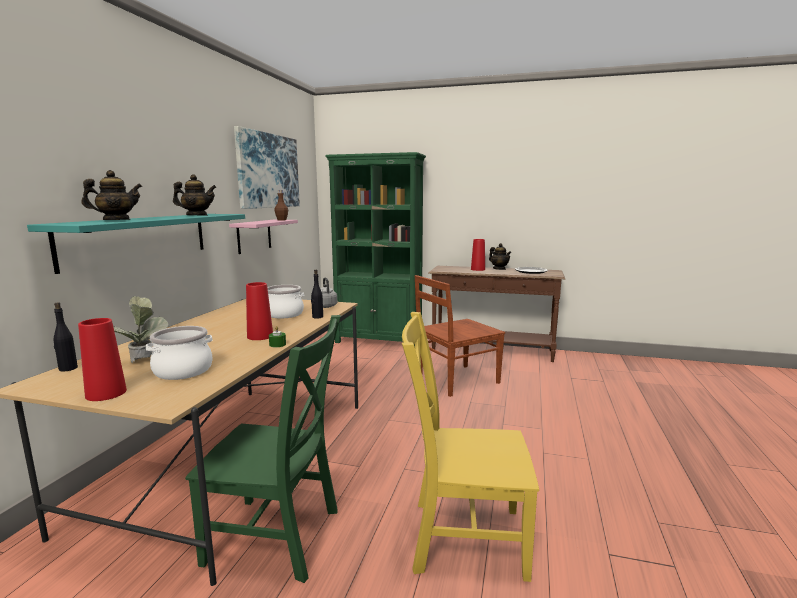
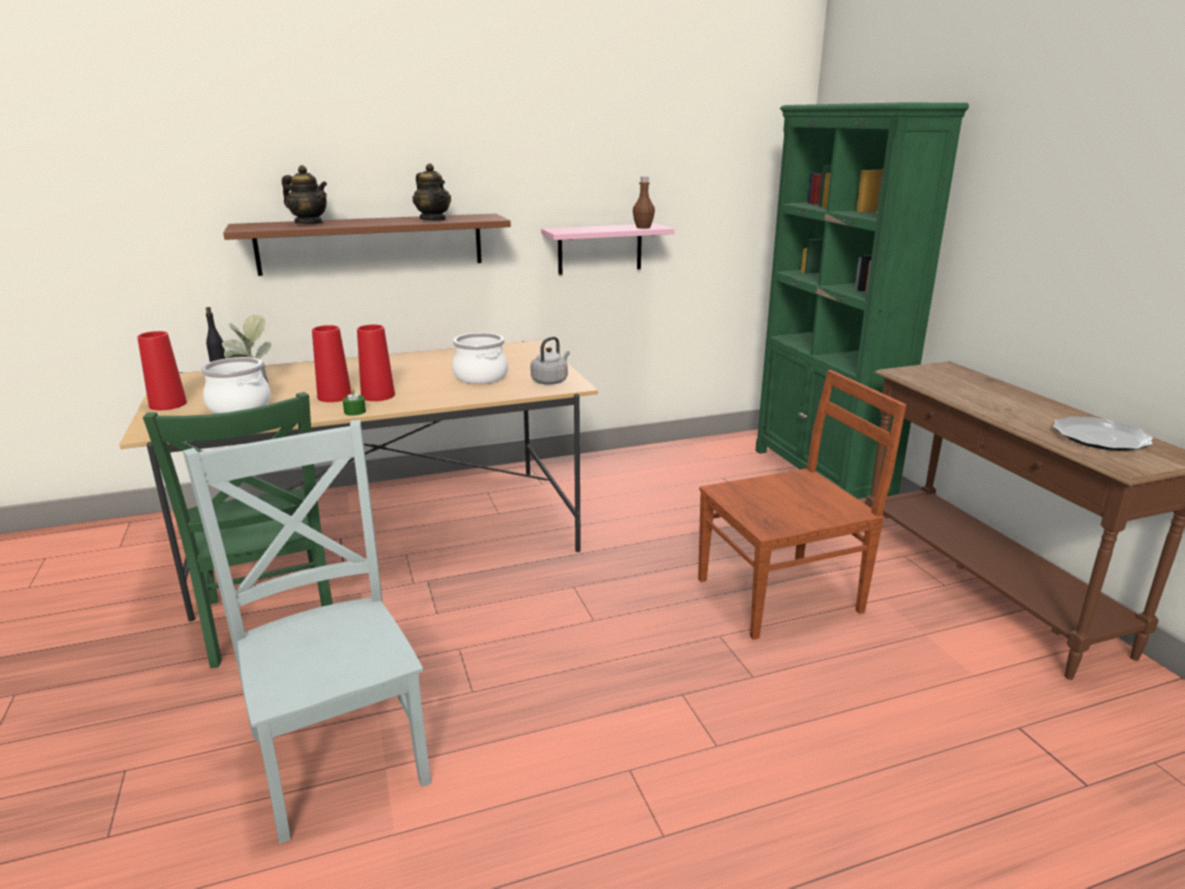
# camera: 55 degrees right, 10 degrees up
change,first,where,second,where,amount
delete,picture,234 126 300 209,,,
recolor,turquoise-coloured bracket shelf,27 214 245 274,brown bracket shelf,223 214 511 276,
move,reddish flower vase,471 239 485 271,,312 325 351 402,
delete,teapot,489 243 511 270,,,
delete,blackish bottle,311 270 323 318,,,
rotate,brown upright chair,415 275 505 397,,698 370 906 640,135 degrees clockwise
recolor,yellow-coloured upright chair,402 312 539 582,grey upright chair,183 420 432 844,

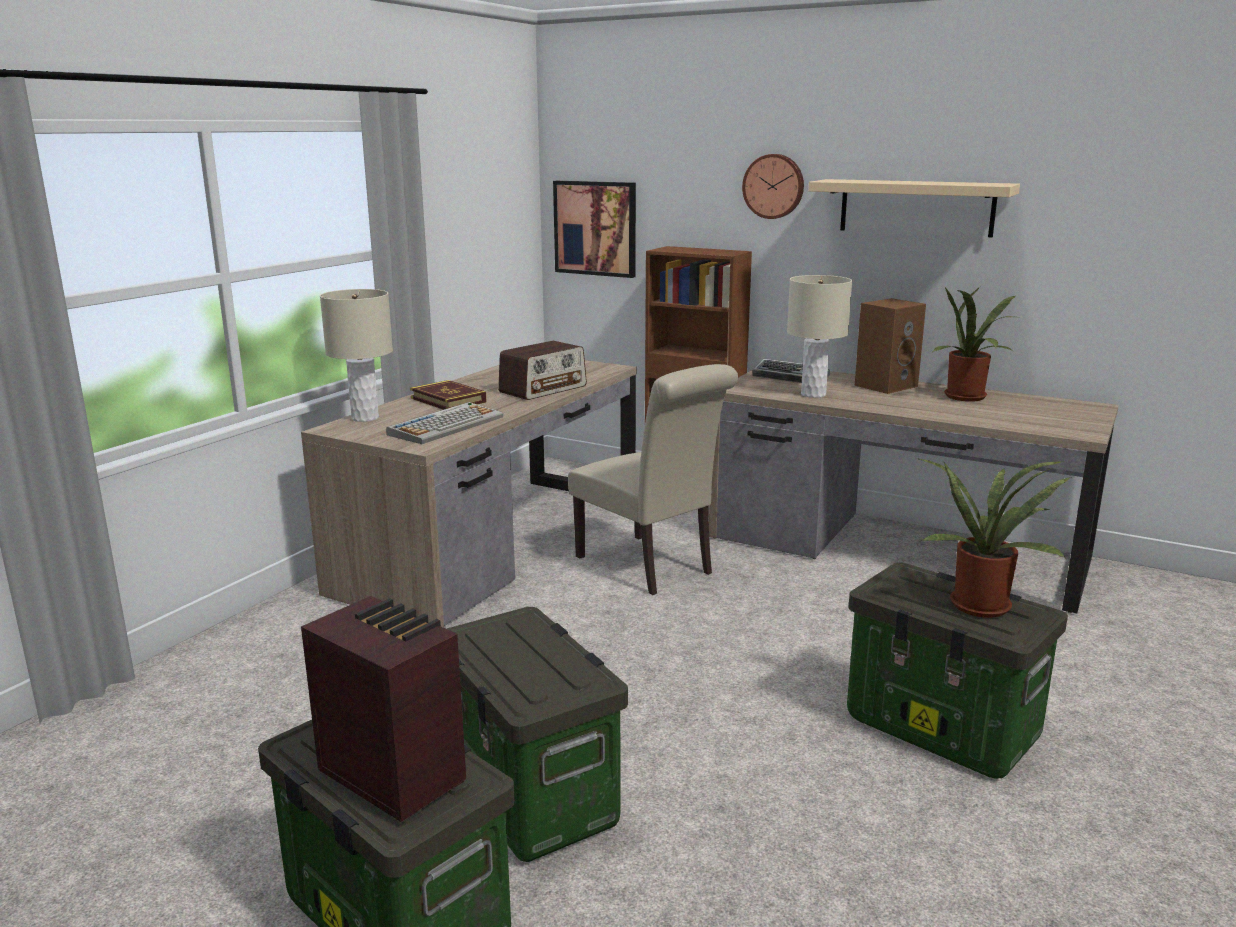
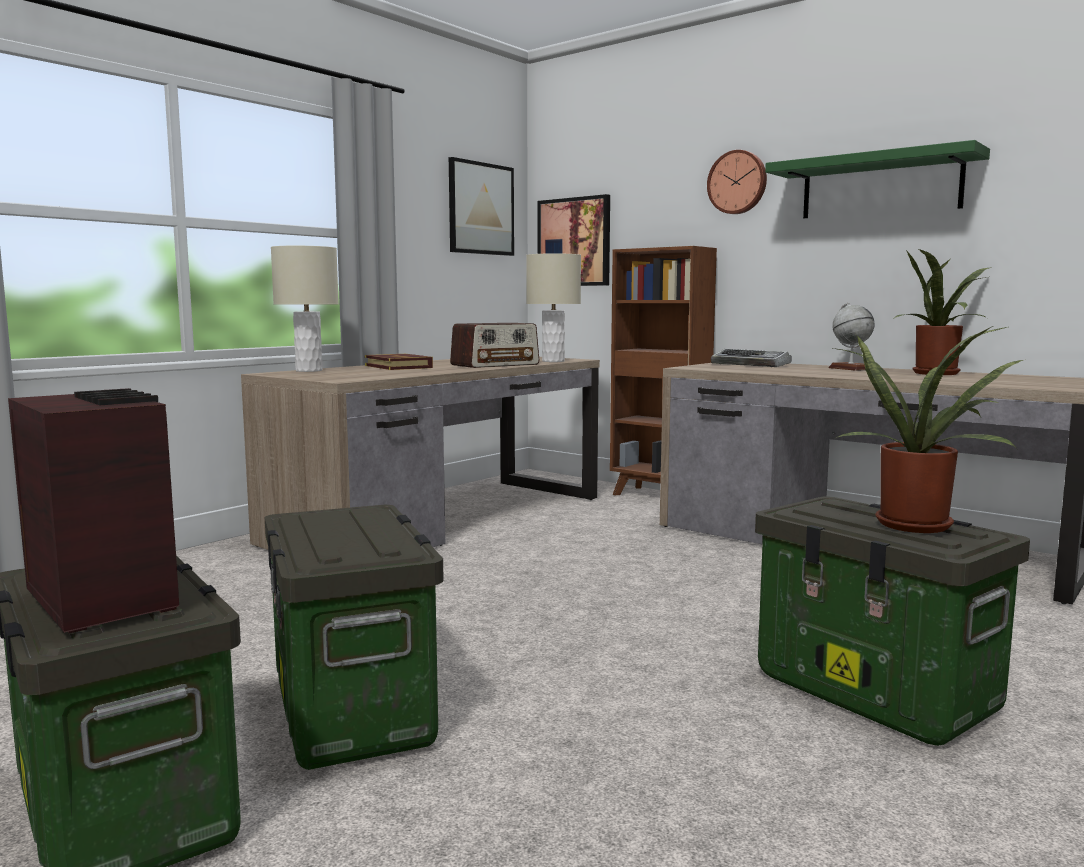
# camera: 10 degrees right, 10 degrees down
change,first,where,second,where,amount
recolor,beige bracket shelf,808 179 1020 237,green bracket shelf,765 140 990 218,
move,beige lamp for a table,787 275 852 398,,526 253 581 362,
replace,brown audio speaker,855 298 926 394,globe,829 303 875 371,
delete,beige upright chair,568 364 738 595,,,
delete,keyboard,386 402 503 444,,,
insert,,,picture,449 157 514 256,

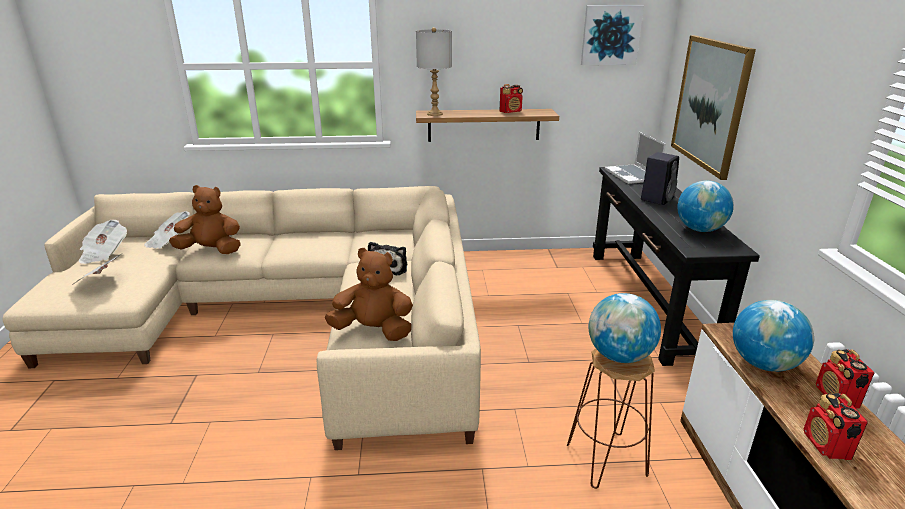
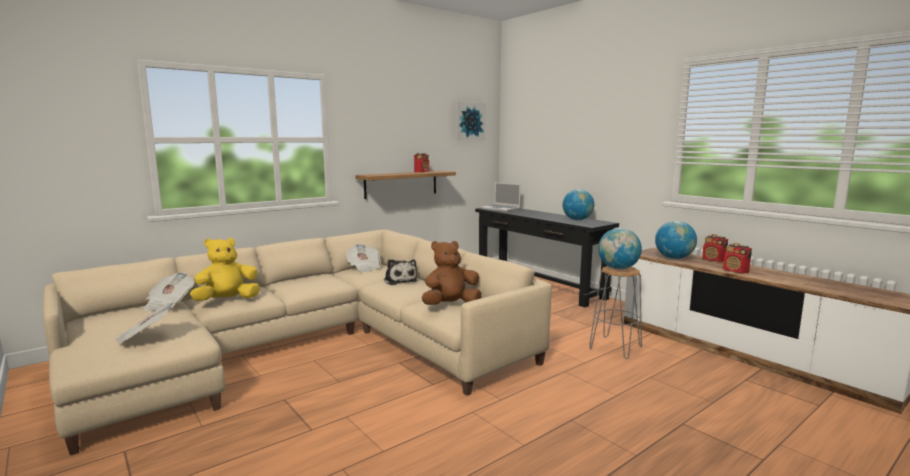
# camera: 35 degrees left, 15 degrees down
change,first,where,second,where,amount
delete,grey lamp for a table,416 27 452 116,,,
delete,picture,671 35 756 180,,,
delete,blackish audio speaker,641 152 679 205,,,
recolor,brown cuddly toy,169 185 241 254,yellow-coloured cuddly toy,190 238 260 301,
move,newspaper,79 220 127 264,,346 244 381 273,
recolor,brown stool,567 349 655 489,grey stool,589 266 642 359,

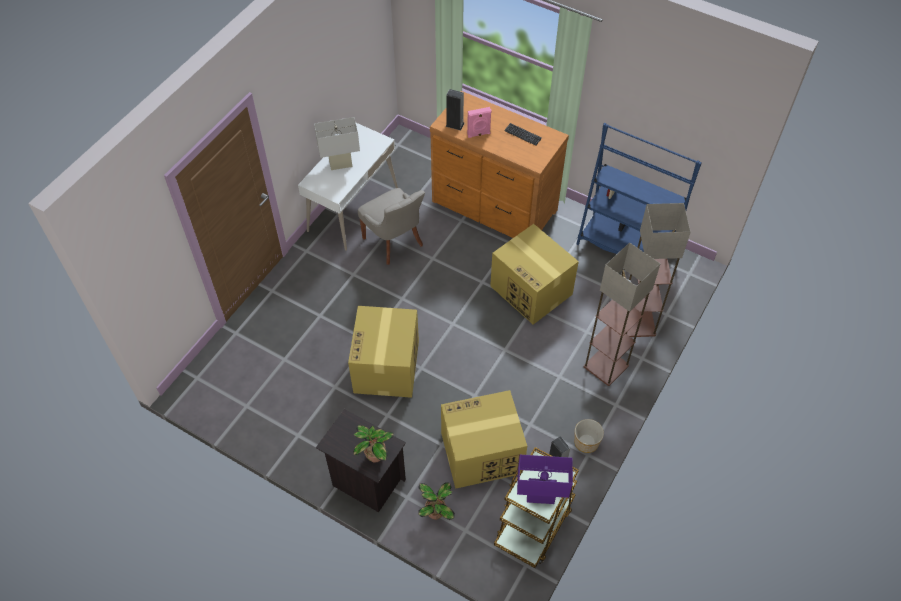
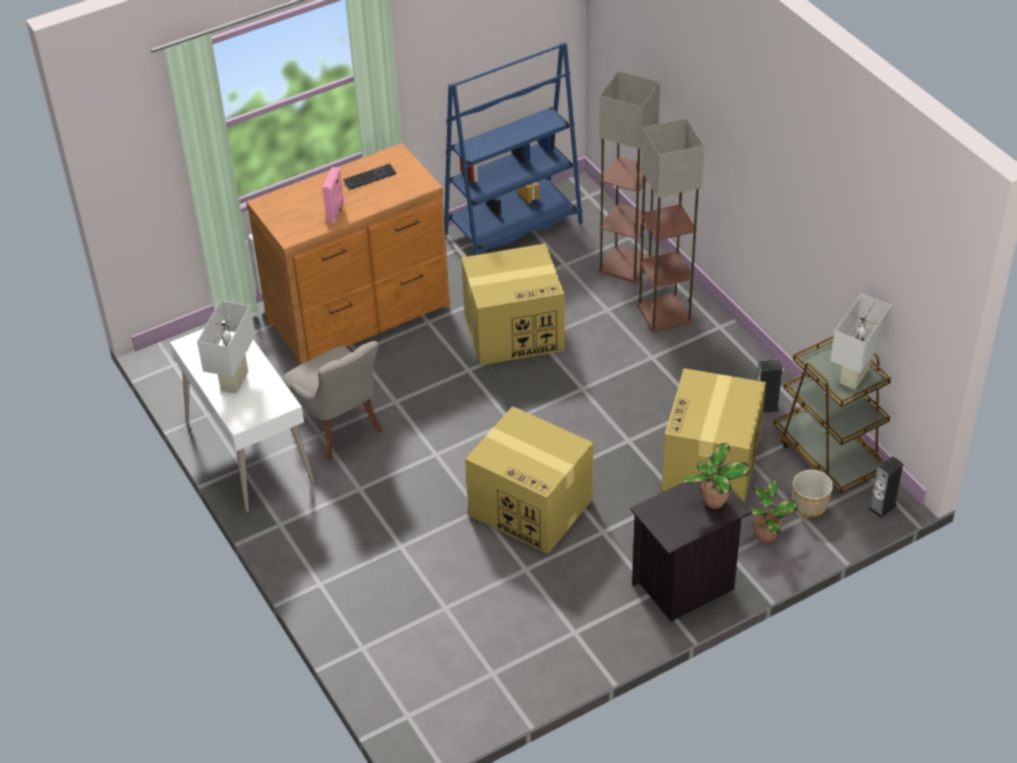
# camera: 60 degrees left, 10 degrees down
change,first,where,second,where,amount
move,audio speaker,445 89 464 131,,869 456 903 518,
rotate,grey upright chair,358 188 425 265,,282 341 383 460,60 degrees clockwise
move,planter,574 419 604 453,,793 470 833 517,
recolor,purplish lamp for a table,517 455 573 504,white lamp for a table,830 294 892 389,

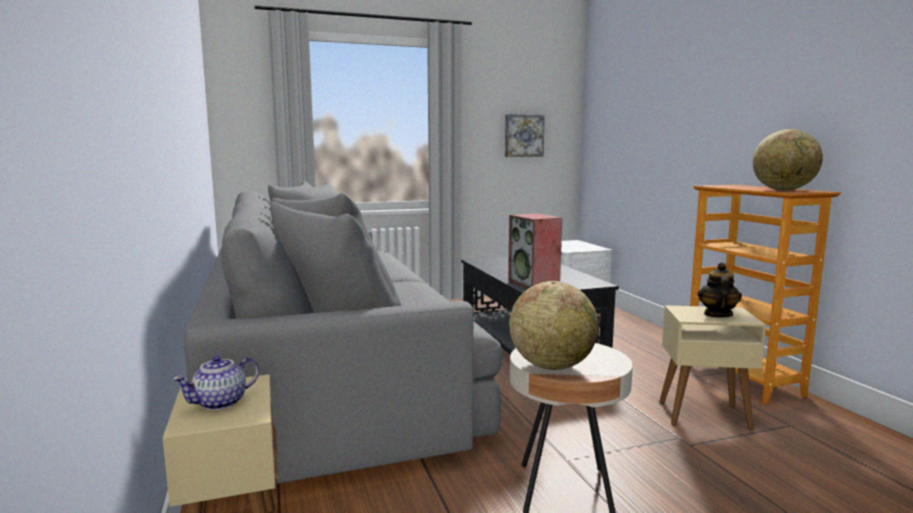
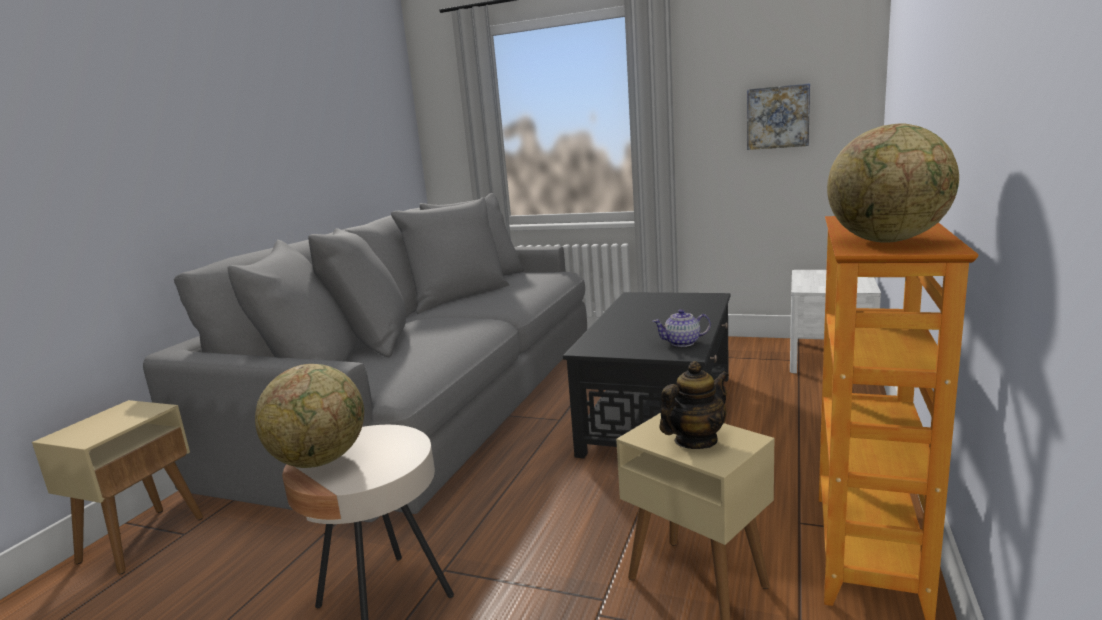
# camera: 40 degrees right, 5 degrees up
change,first,where,second,where,amount
delete,audio speaker,508 213 562 289,,,
move,teapot,173 355 259 410,,652 309 711 347,

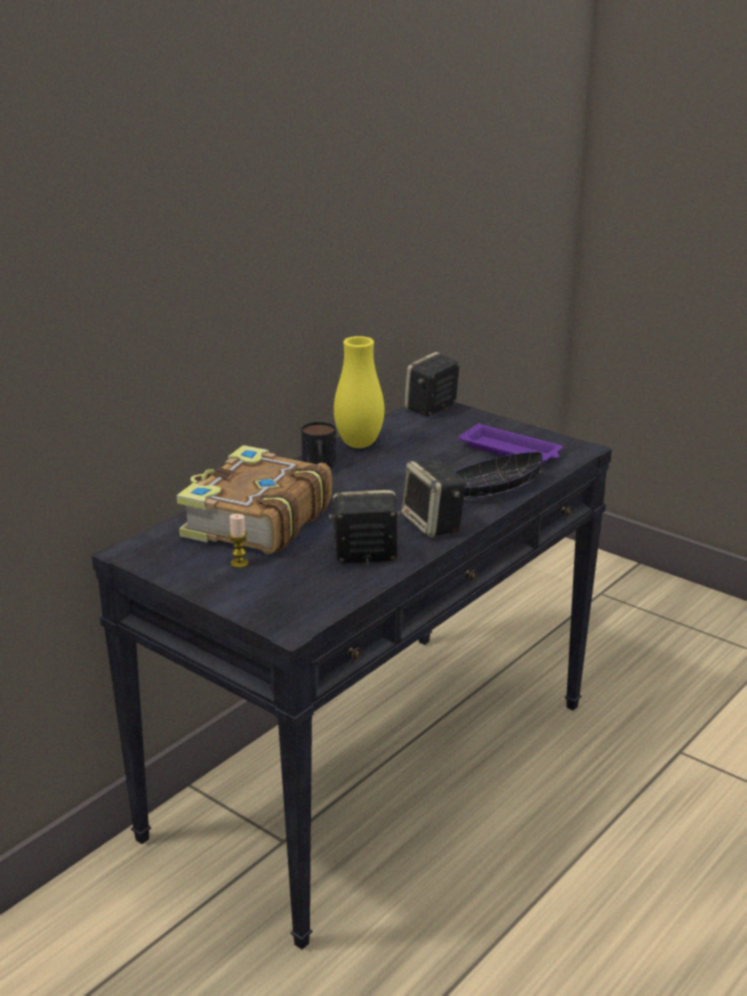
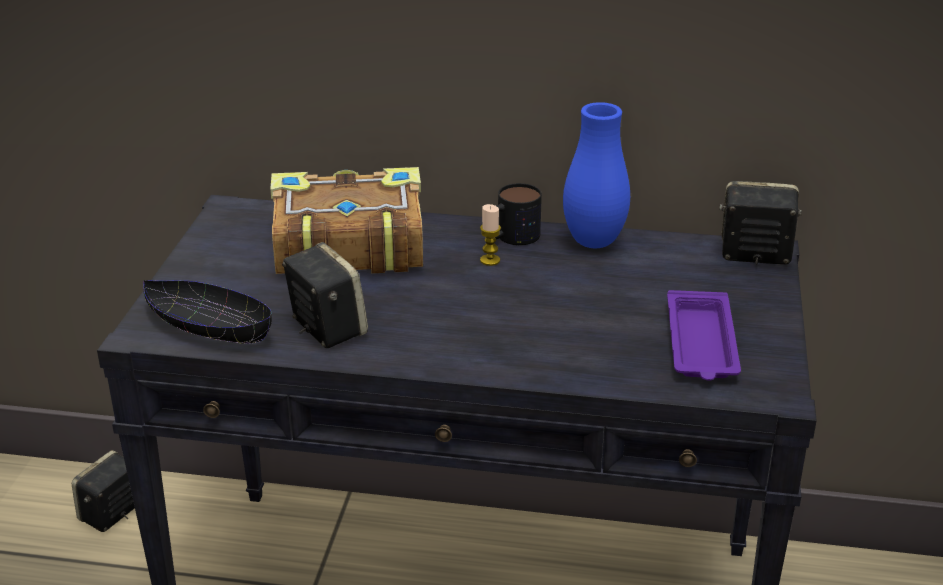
# camera: 60 degrees right, 5 degrees up
change,first,where,second,where,amount
recolor,yellow-coloured flower vase,334 336 384 448,blue flower vase,563 102 630 248,
move,blackish bowl,455 452 543 499,,143 280 272 344,
move,audio speaker,401 459 466 537,,72 450 135 532,
move,candle,229 514 249 568,,480 204 501 266,

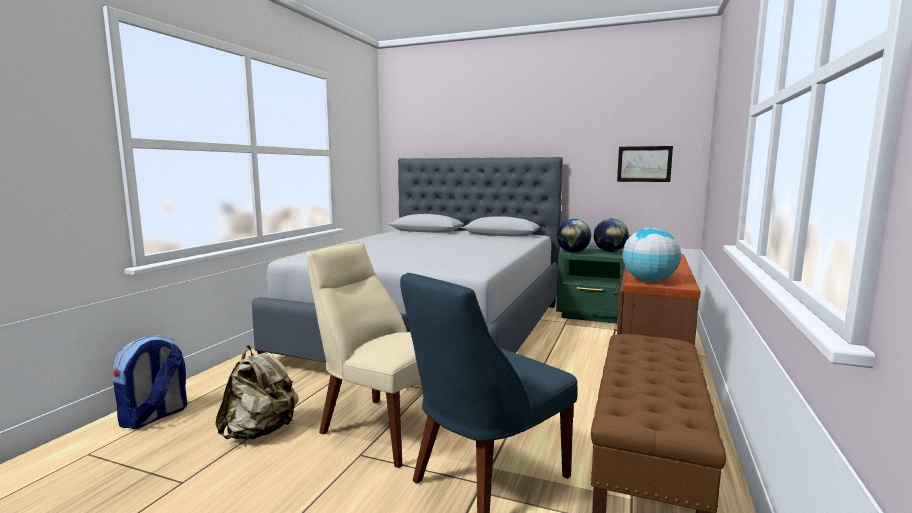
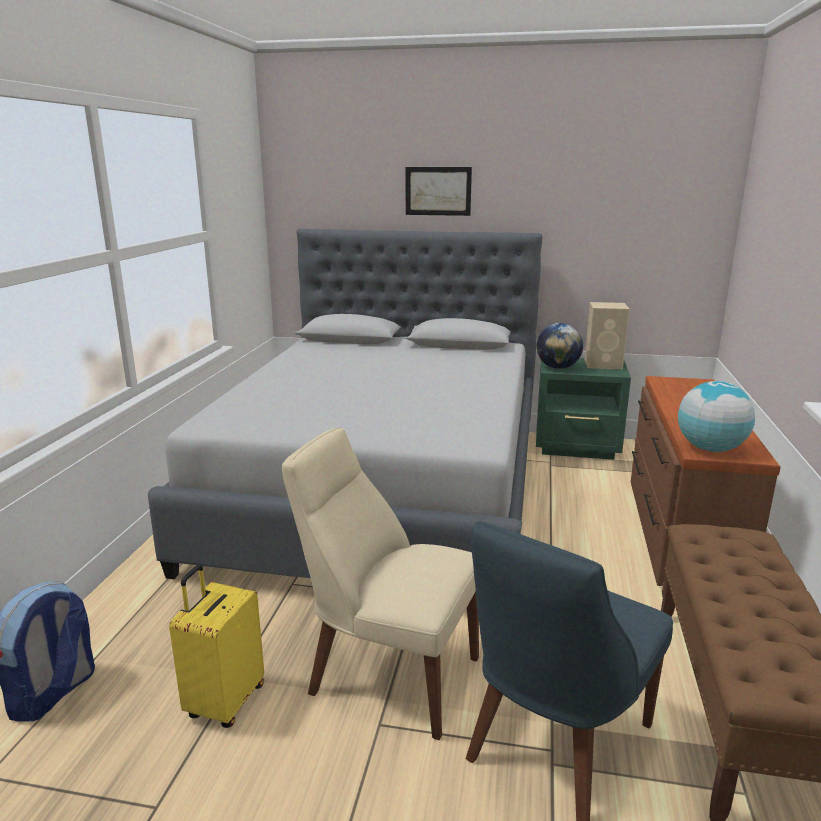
# camera: 10 degrees left, 10 degrees up
change,first,where,second,where,amount
move,picture,617 146 673 182,,406 167 472 216,
replace,globe,594 219 629 252,beige audio speaker,585 302 630 370,
replace,beige rucksack,215 345 299 440,yellow-coloured travel case,169 564 264 728,

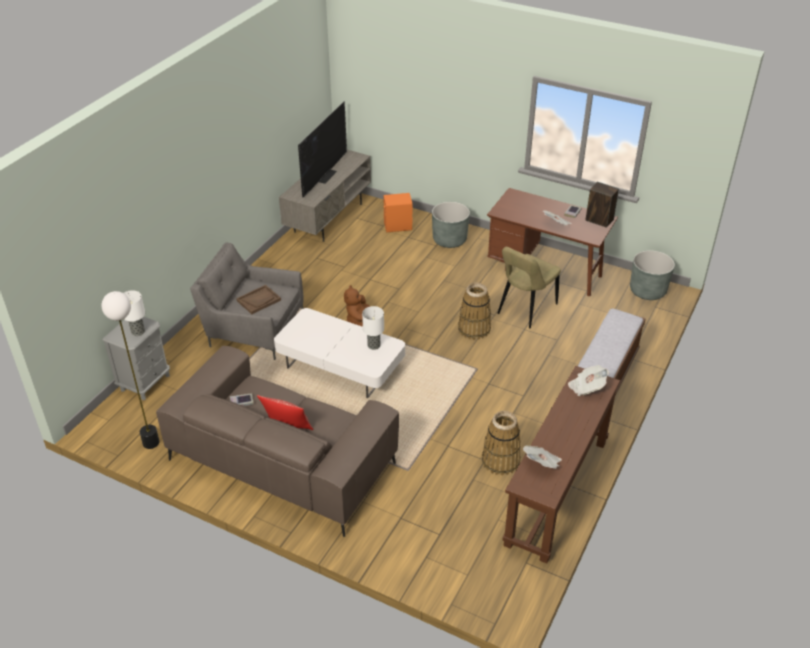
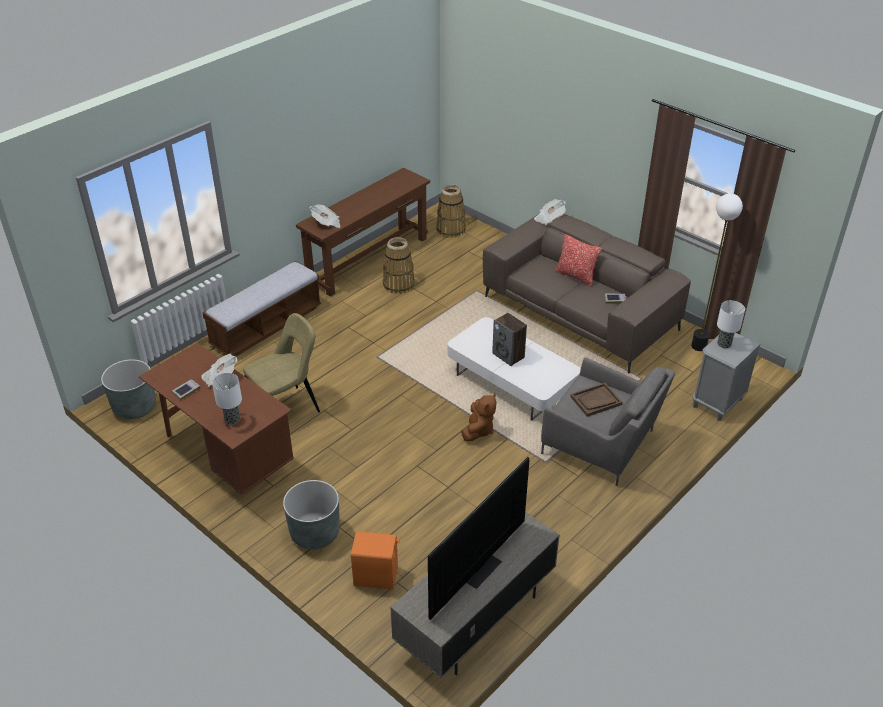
# camera: 165 degrees left, 0 degrees up
change,first,where,second,where,amount
move,audio speaker,586 182 619 228,,492 313 527 366,
move,storage basket,458 283 491 340,,436 184 466 238,
move,lamp for a table,362 306 384 350,,212 373 242 425,
move,newspaper,523 445 562 469,,534 199 566 225,

